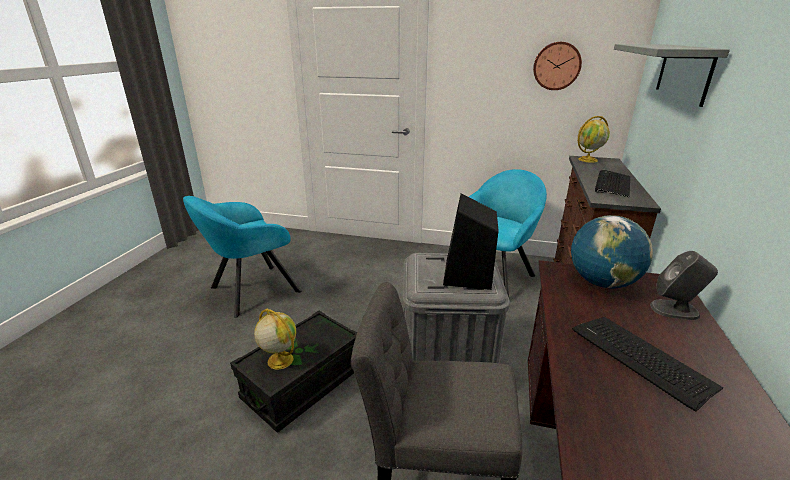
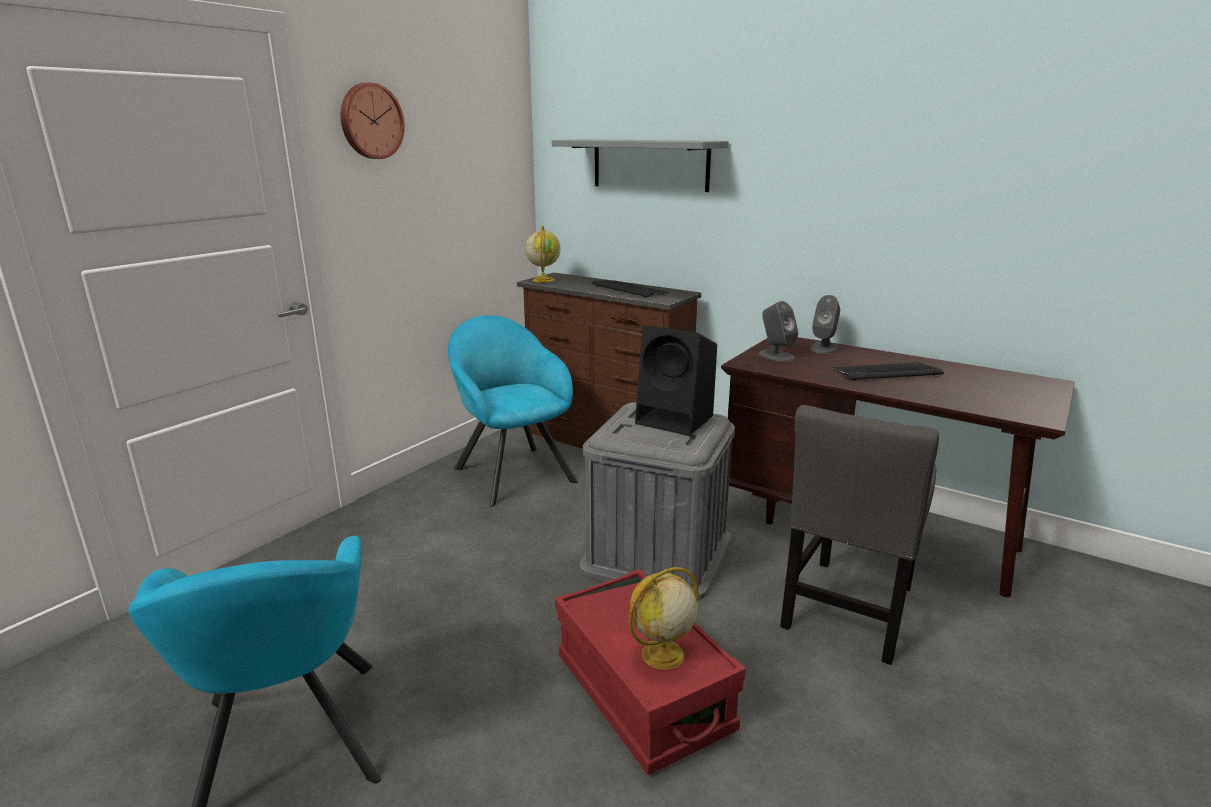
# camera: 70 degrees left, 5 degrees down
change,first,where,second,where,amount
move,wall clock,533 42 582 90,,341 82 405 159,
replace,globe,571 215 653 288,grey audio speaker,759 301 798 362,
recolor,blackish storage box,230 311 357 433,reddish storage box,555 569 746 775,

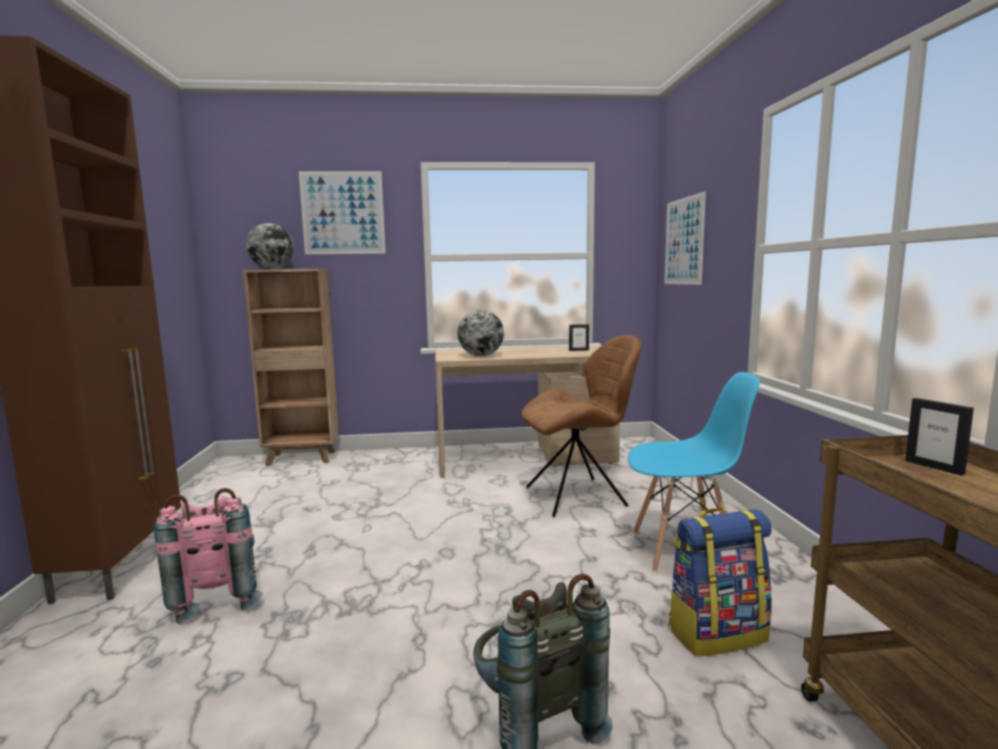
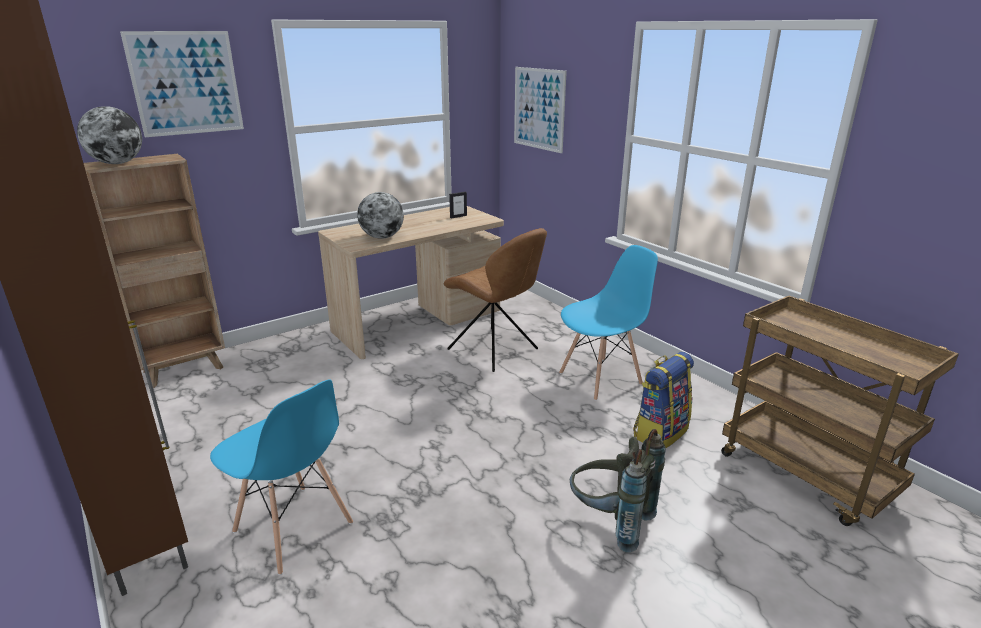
# camera: 30 degrees left, 15 degrees up
change,first,where,second,where,amount
rotate,brown upright chair,521 335 641 517,,444 228 547 372,90 degrees clockwise
delete,photo frame,905 398 974 475,,,
replace,pink rucksack,154 488 263 624,blue upright chair,210 379 353 575,

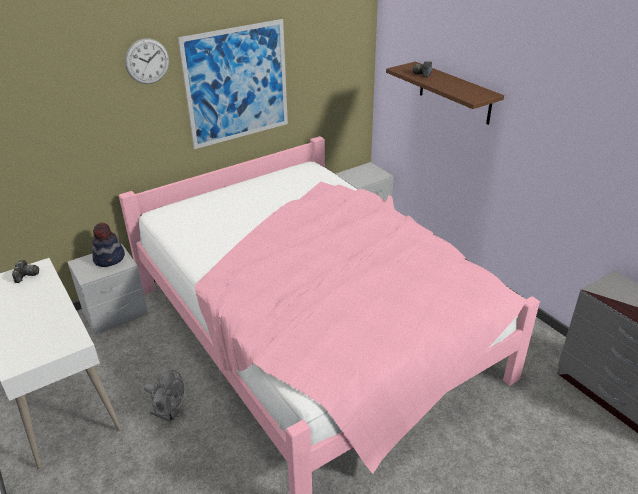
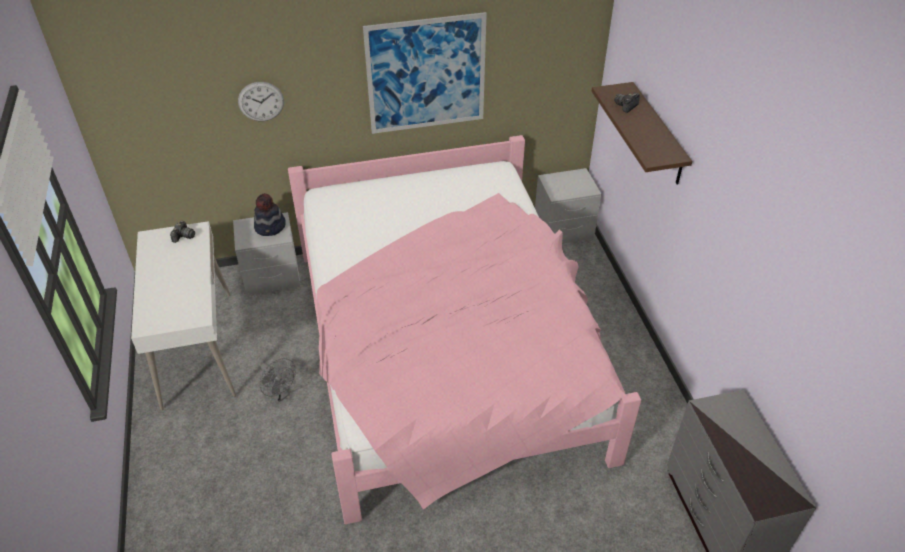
# camera: 20 degrees right, 10 degrees up
change,first,where,second,where,amount
move,wall clock,125 38 169 84,,238 82 284 121,

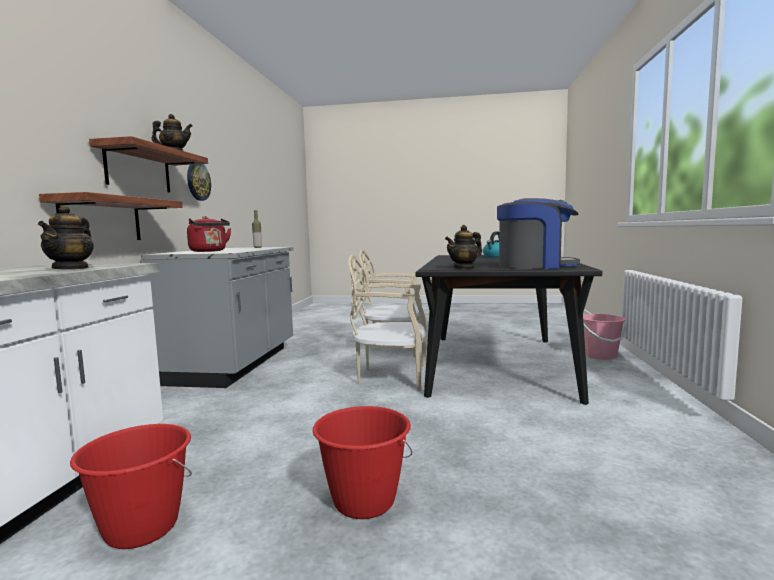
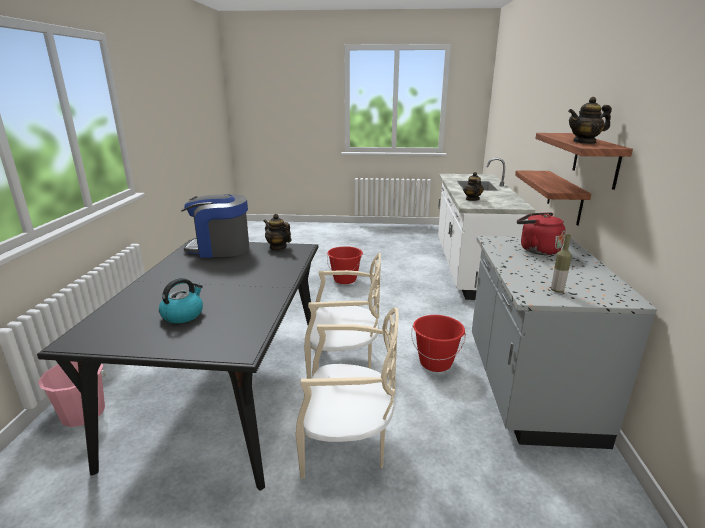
# camera: 175 degrees right, 15 degrees up
change,first,where,second,where,amount
delete,wall clock,187 164 211 201,,,
rotate,teapot,445 225 482 269,,264 214 291 251,105 degrees counterclockwise
move,reddish pail,70 424 192 549,,411 315 466 372,

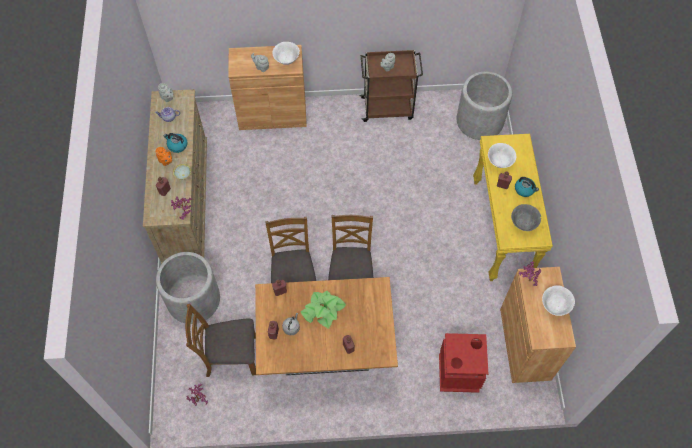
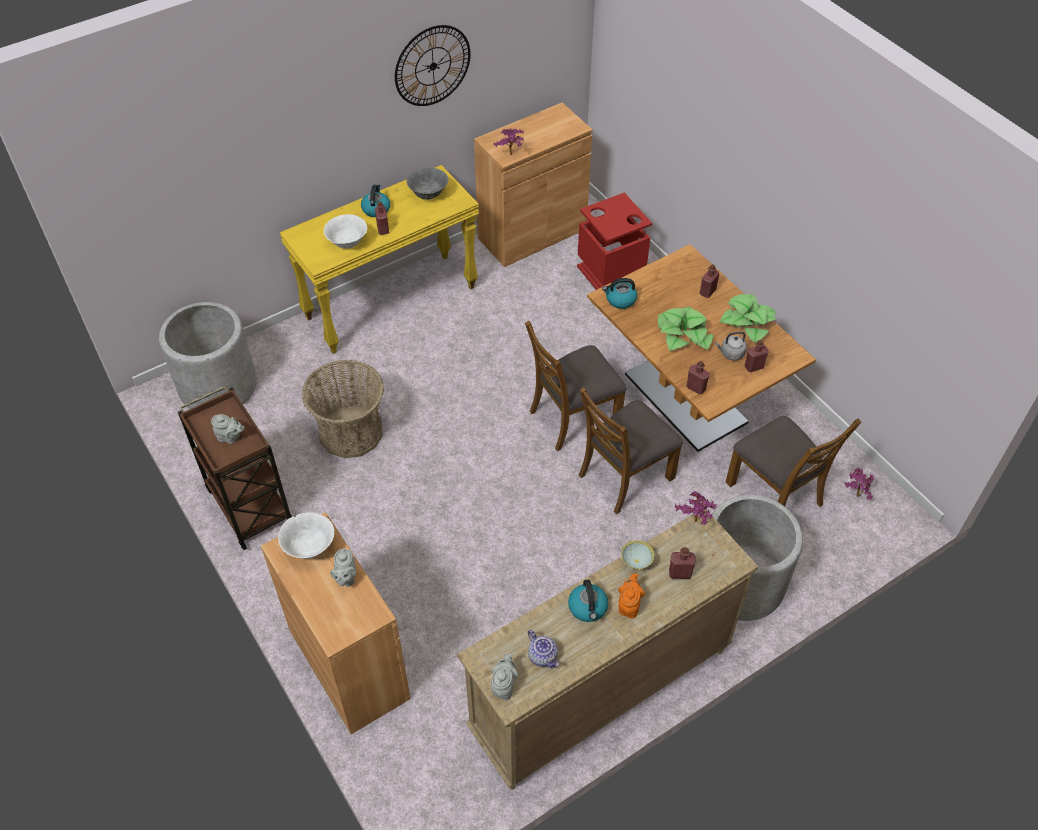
# camera: 120 degrees left, 10 degrees down
change,first,where,second,where,amount
delete,white bowl,542 286 575 316,,,
insert,,,wall clock,395 25 471 106,
insert,,,kettle,602 278 637 309,
insert,,,houseplant,720 294 776 343,
insert,,,storage basket,302 360 384 458,

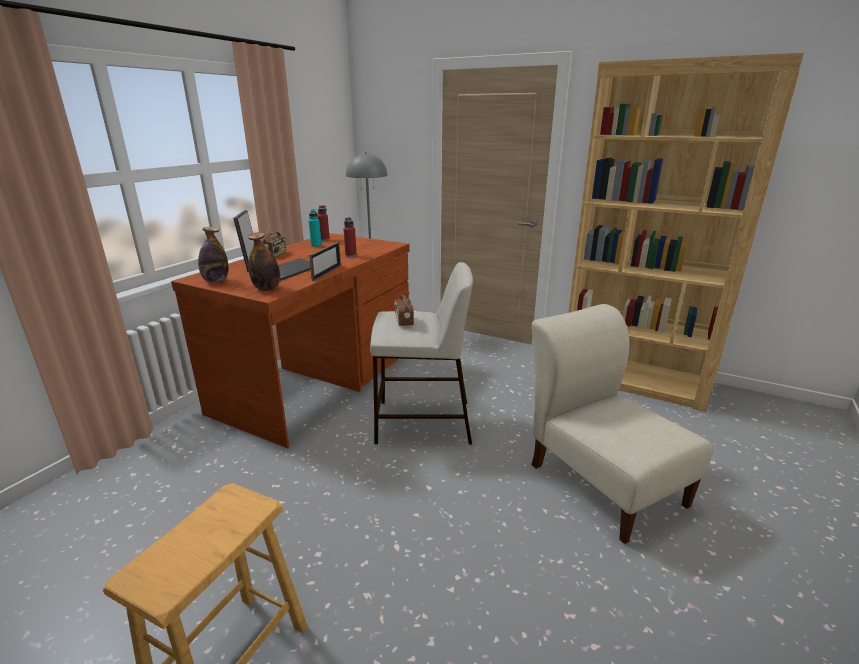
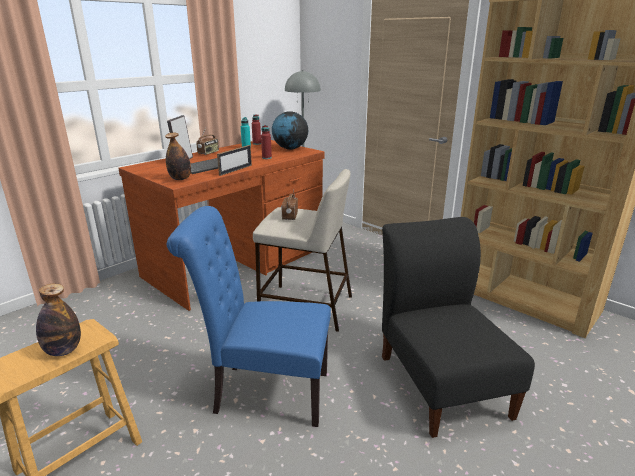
# camera: 15 degrees right, 0 degrees up
change,first,where,second,where,amount
move,bottle,198 227 229 283,,36 284 81 356,
recolor,beige upright chair,531 304 713 544,blackish upright chair,382 217 535 438,
insert,,,globe,272 111 308 150,
insert,,,blue upright chair,167 206 331 427,

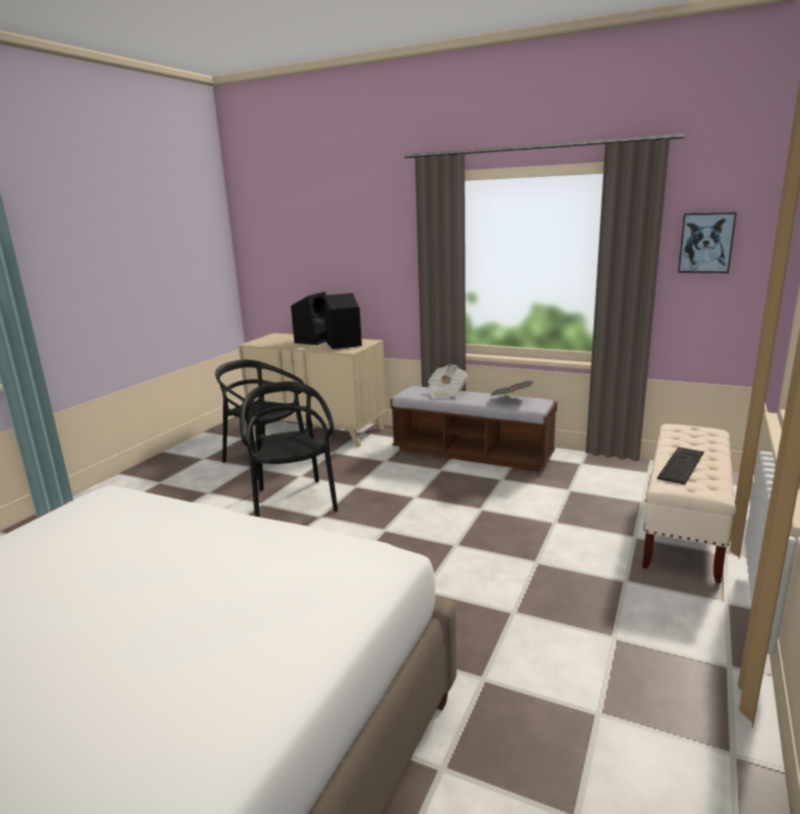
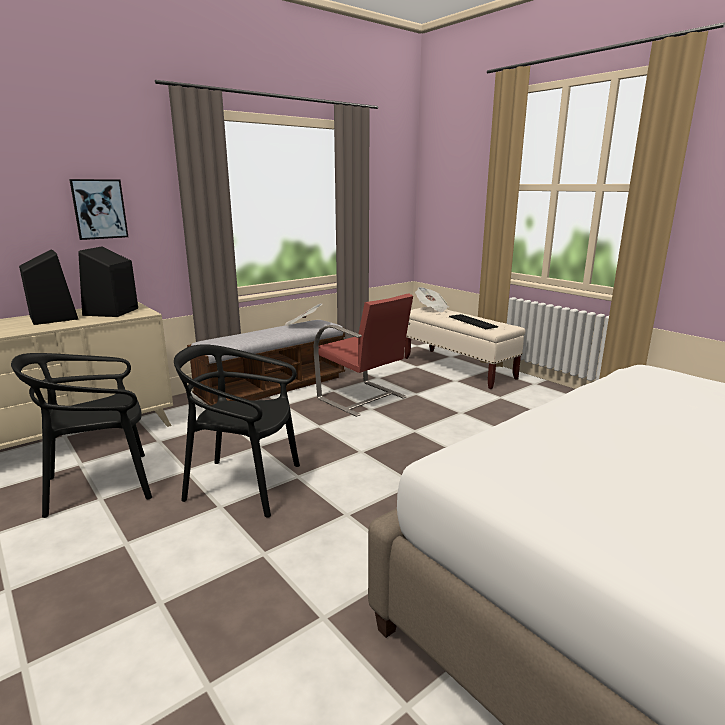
# camera: 65 degrees left, 0 degrees up
change,first,where,second,where,amount
move,picture,678 212 737 273,,69 179 128 240,
move,newspaper,428 365 468 399,,415 287 449 313,
insert,,,reddish upright chair,314 294 413 417,

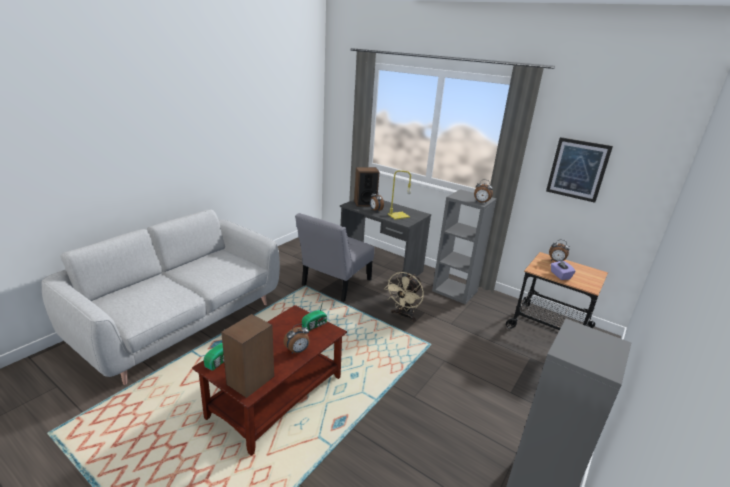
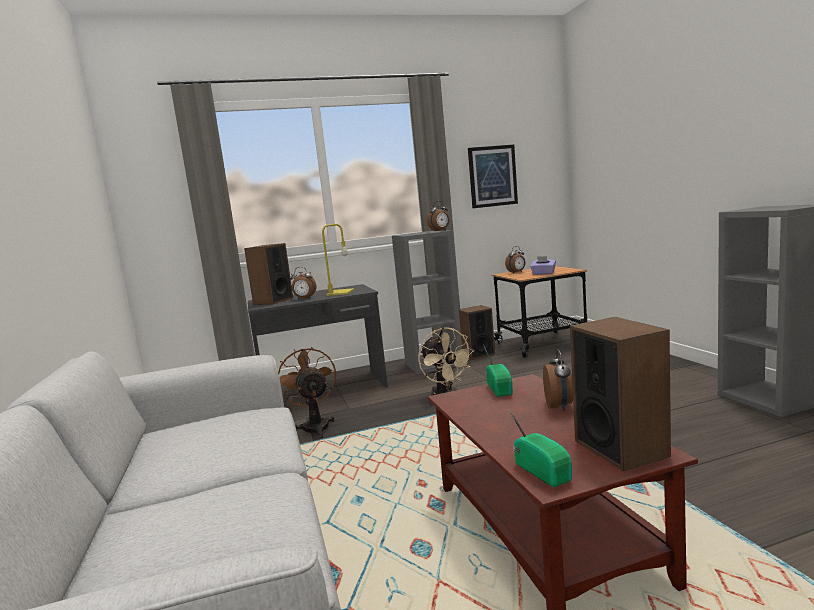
# camera: 50 degrees left, 15 degrees down
change,first,where,second,where,amount
replace,grey upright chair,295 213 374 302,brown fan,278 347 336 438,
insert,,,audio speaker,459 305 495 360,

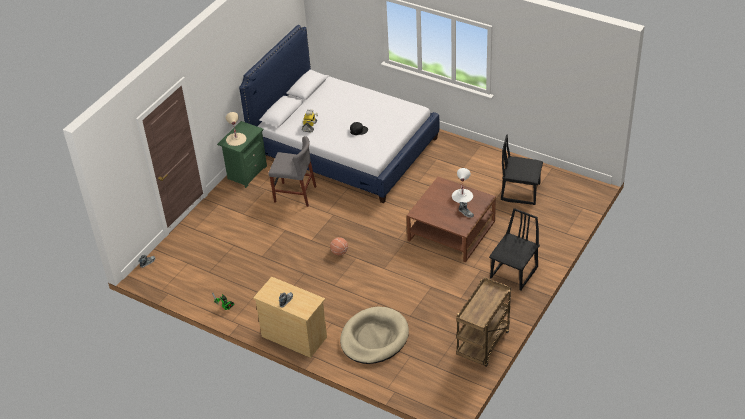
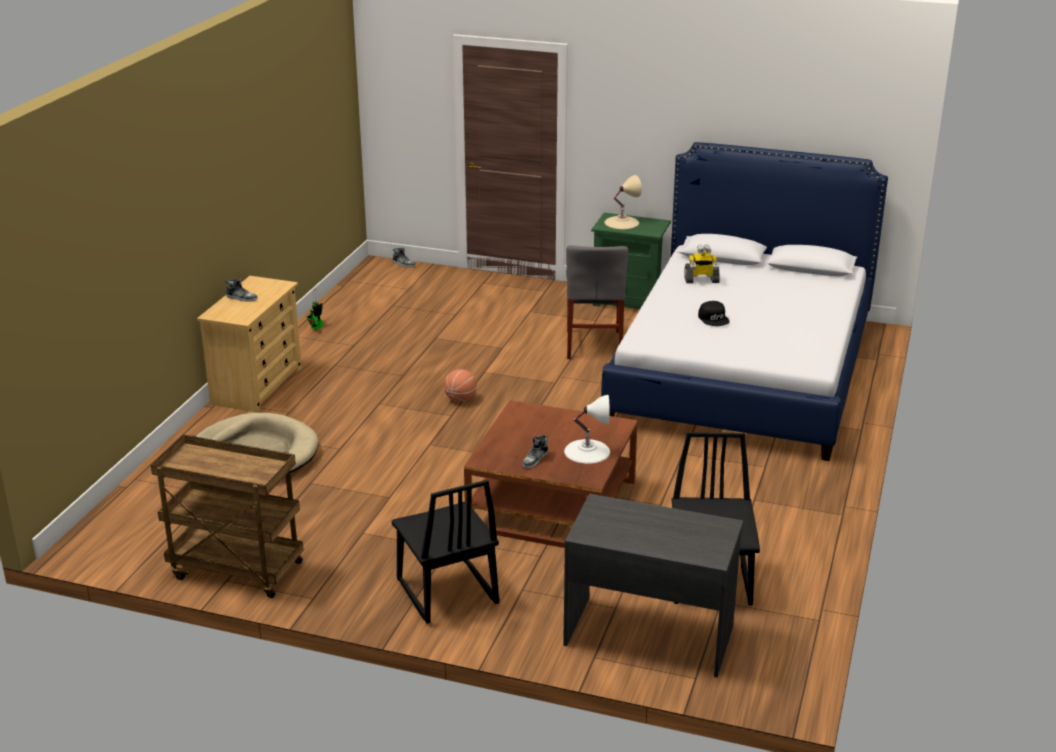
# camera: 75 degrees right, 15 degrees down
change,first,where,second,where,amount
rotate,blackish upright chair,489 208 540 290,,391 480 499 624,45 degrees clockwise
insert,,,grey desk,563 494 743 678,

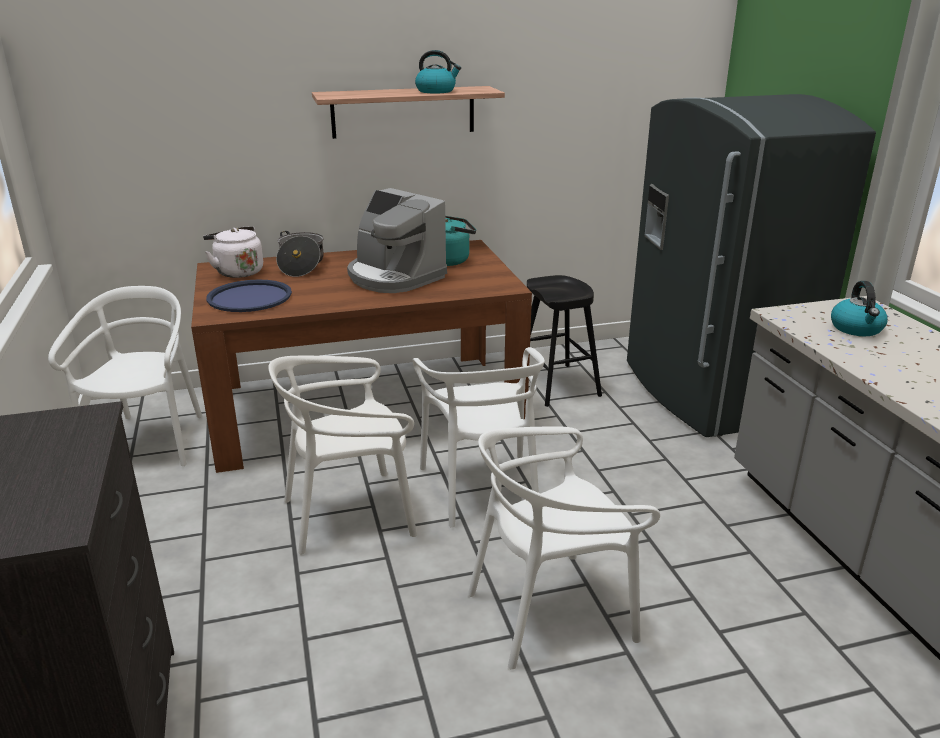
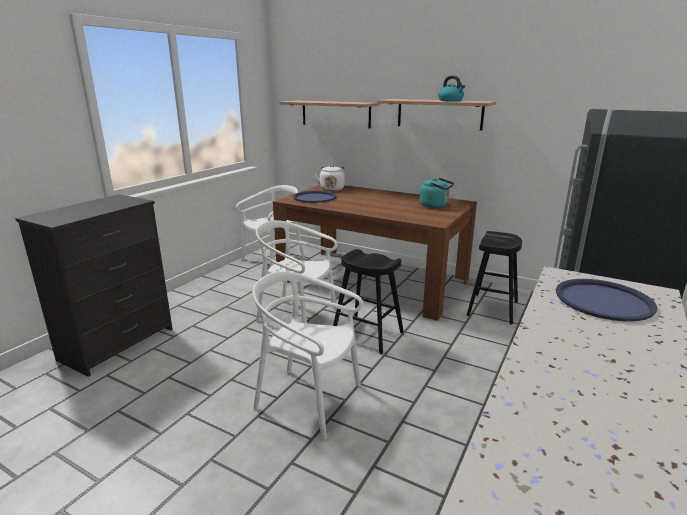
# camera: 45 degrees right, 5 degrees down
change,first,where,second,where,amount
delete,coffee brewer,347 188 447 293,,,
delete,cooking pot,276 231 324 277,,,
replace,kettle,831 281 888 336,blue carrying tray,556 279 657 321,
replace,white upright chair,413 347 545 528,blackish stool,333 249 404 354,
insert,,,bracket shelf,279 100 380 129,

